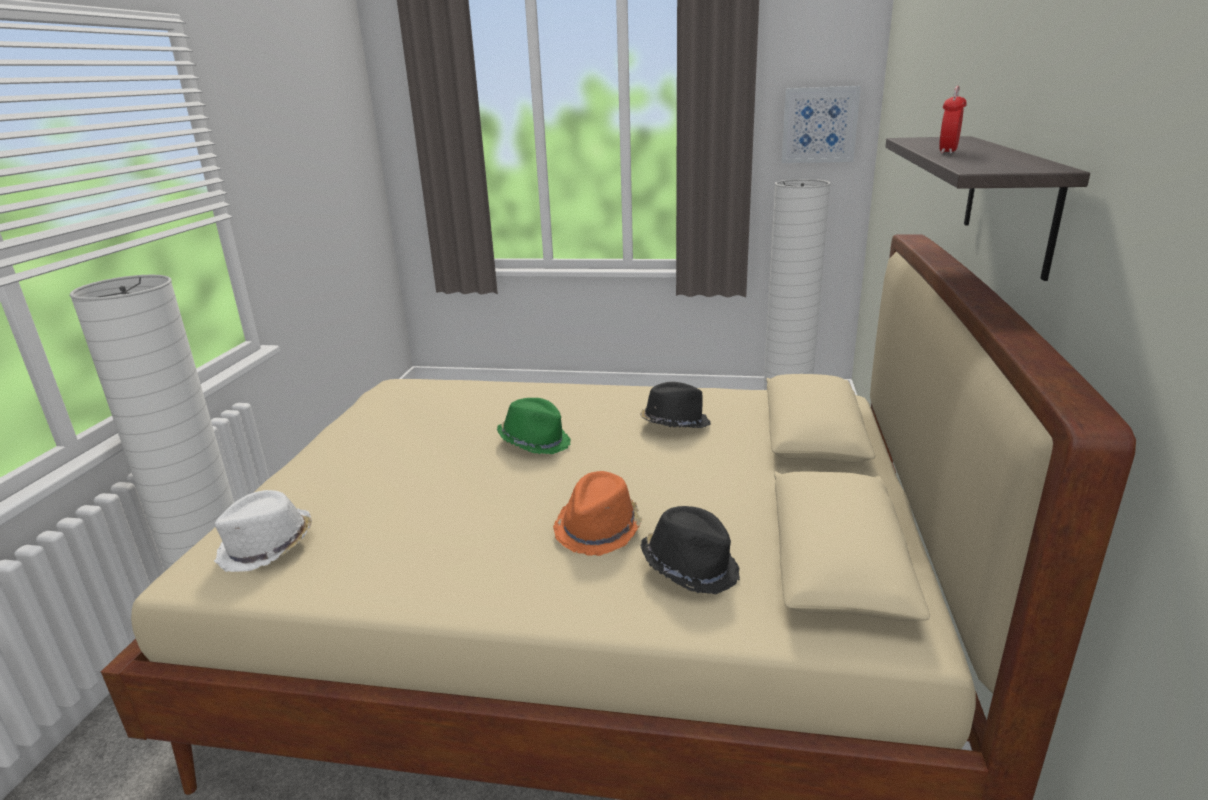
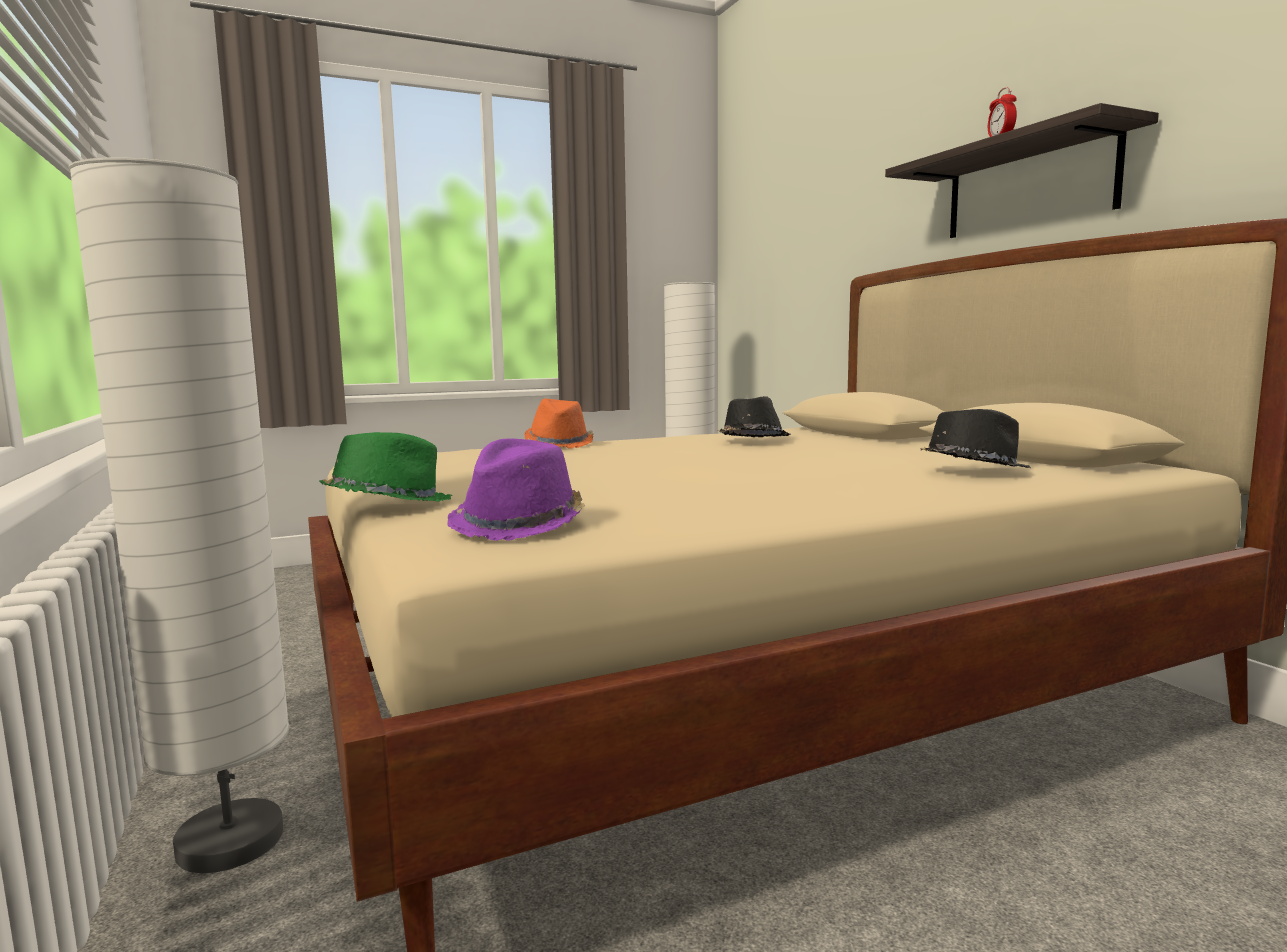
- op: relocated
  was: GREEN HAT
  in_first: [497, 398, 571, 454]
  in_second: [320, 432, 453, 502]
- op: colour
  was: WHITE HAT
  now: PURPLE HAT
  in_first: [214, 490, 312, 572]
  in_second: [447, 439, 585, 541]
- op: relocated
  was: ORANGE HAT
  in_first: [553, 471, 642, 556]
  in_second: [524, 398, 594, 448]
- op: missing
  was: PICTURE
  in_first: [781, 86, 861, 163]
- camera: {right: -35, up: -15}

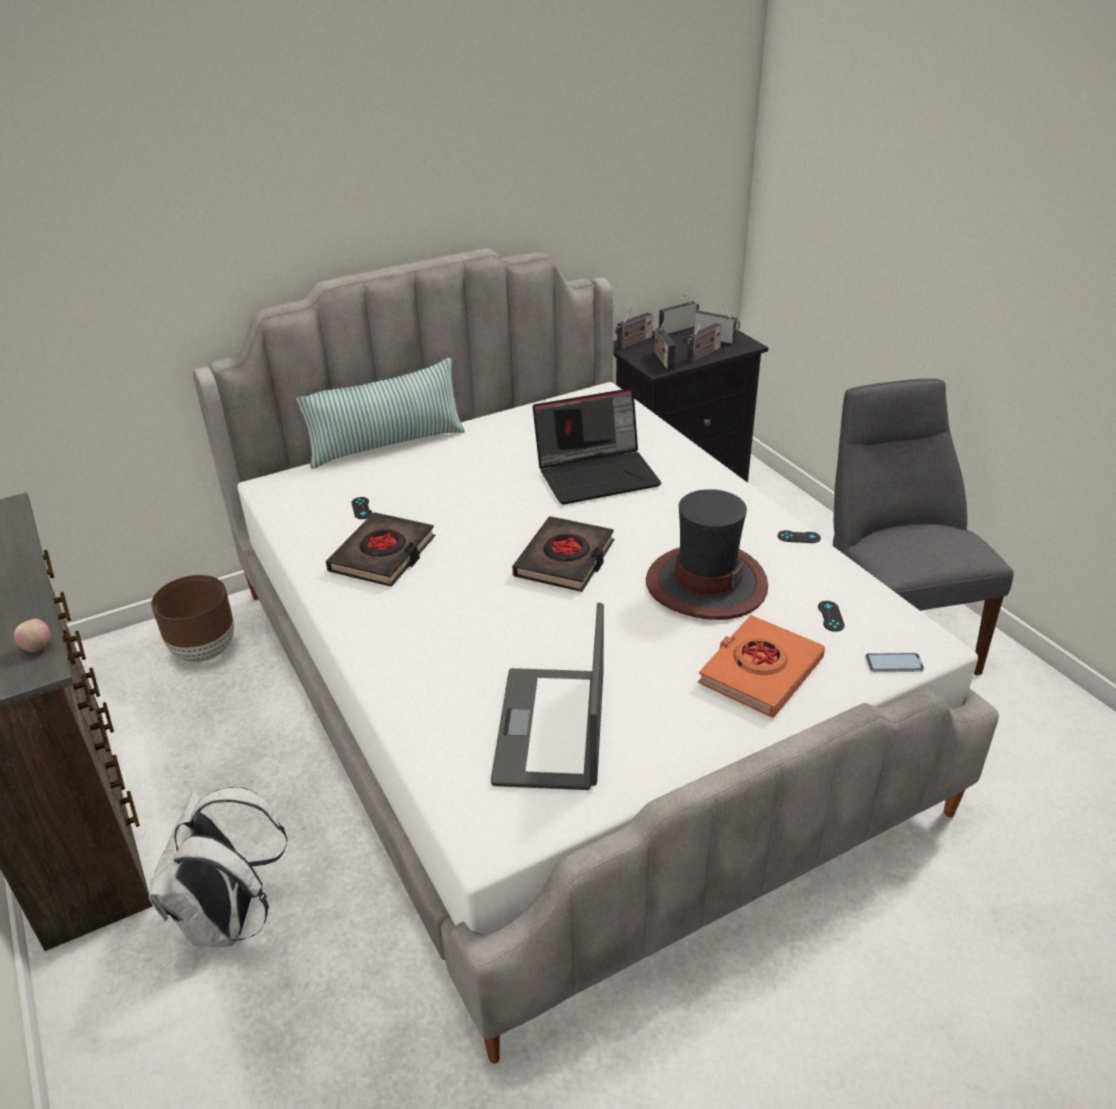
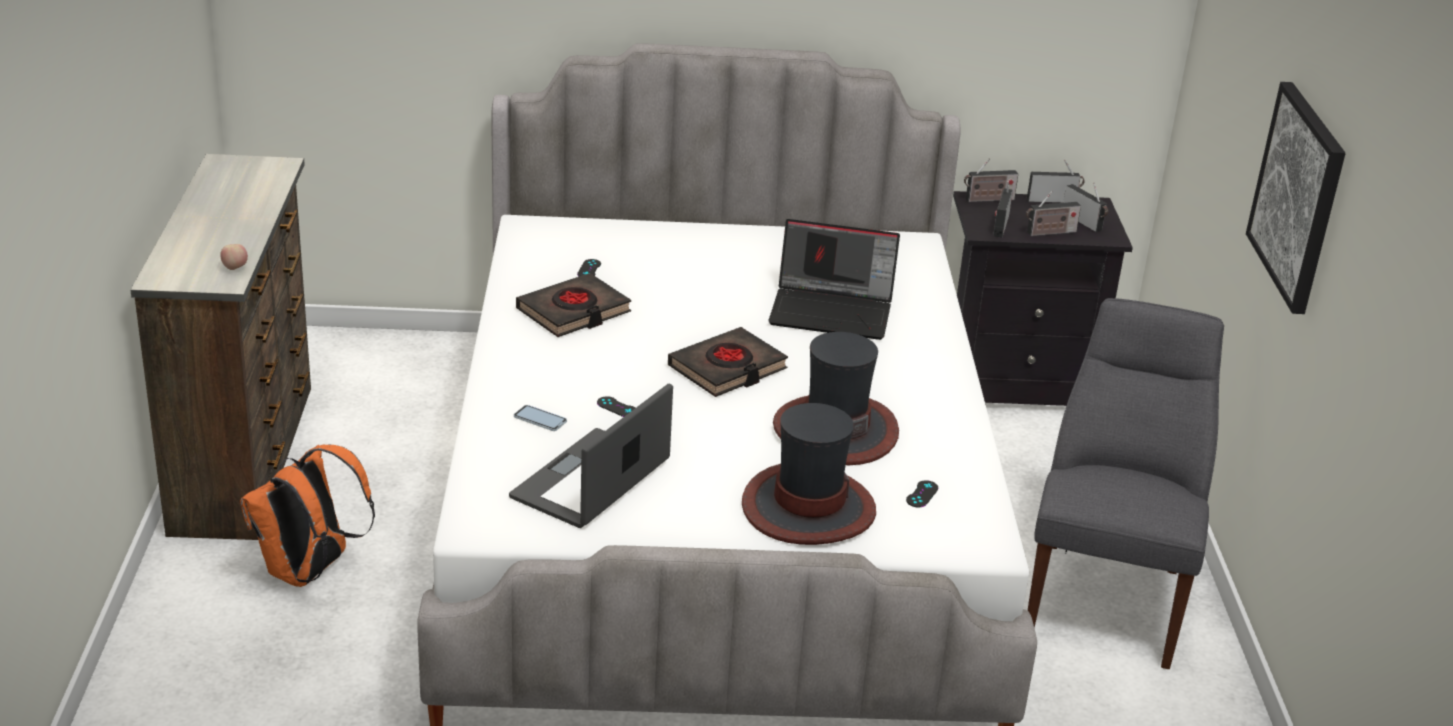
- op: colour
  was: WHITE BACKPACK
  now: ORANGE BACKPACK
  in_first: [149, 787, 288, 947]
  in_second: [240, 445, 375, 587]
- op: relocated
  was: PHONE
  in_first: [865, 653, 924, 672]
  in_second: [514, 405, 567, 431]
- op: relocated
  was: BLACK GAME CONTROLLER
  in_first: [778, 530, 821, 543]
  in_second: [597, 396, 635, 417]
- op: exchanged
  was: ORANGE BOOK
  now: HAT
  in_first: [698, 615, 825, 718]
  in_second: [742, 403, 876, 545]
- op: appeared
  now: PICTURE
  in_second: [1246, 82, 1346, 314]
- op: missing
  was: BROWN PLANTER
  in_first: [151, 575, 234, 662]
- op: missing
  was: PILLOW
  in_first: [296, 358, 465, 469]
- camera: {right: 25, up: -5}

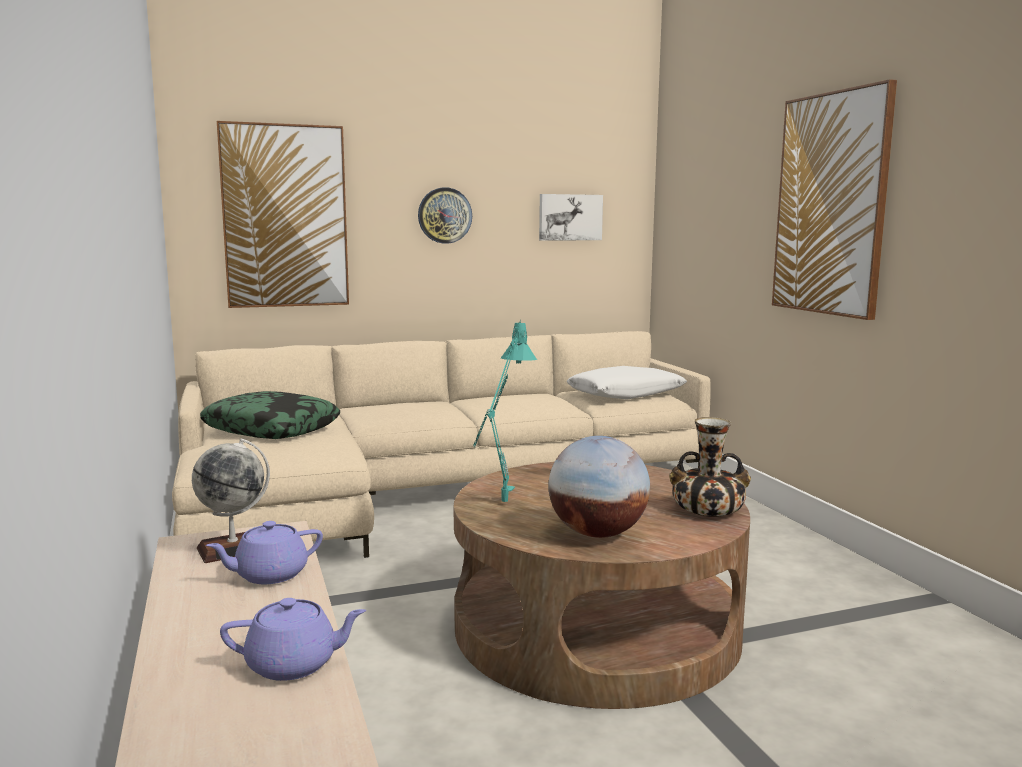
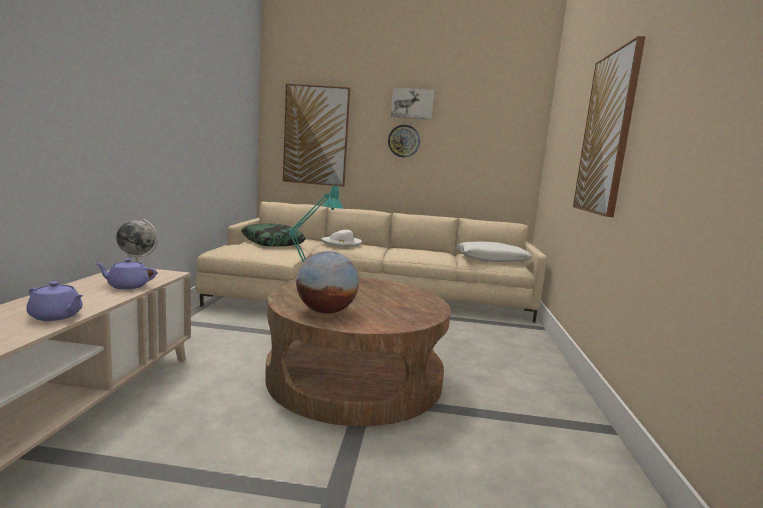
- op: appeared
  now: WHITE HAT
  in_second: [321, 230, 362, 247]
- op: relocated
  was: PICTURE
  in_first: [539, 194, 603, 240]
  in_second: [391, 87, 434, 120]
- op: missing
  was: VASE
  in_first: [669, 417, 751, 517]
- camera: {right: 25, up: 0}

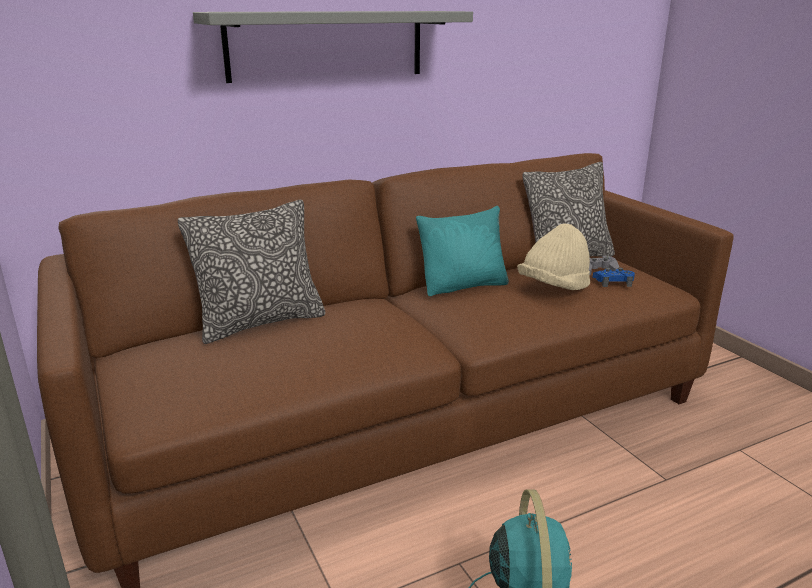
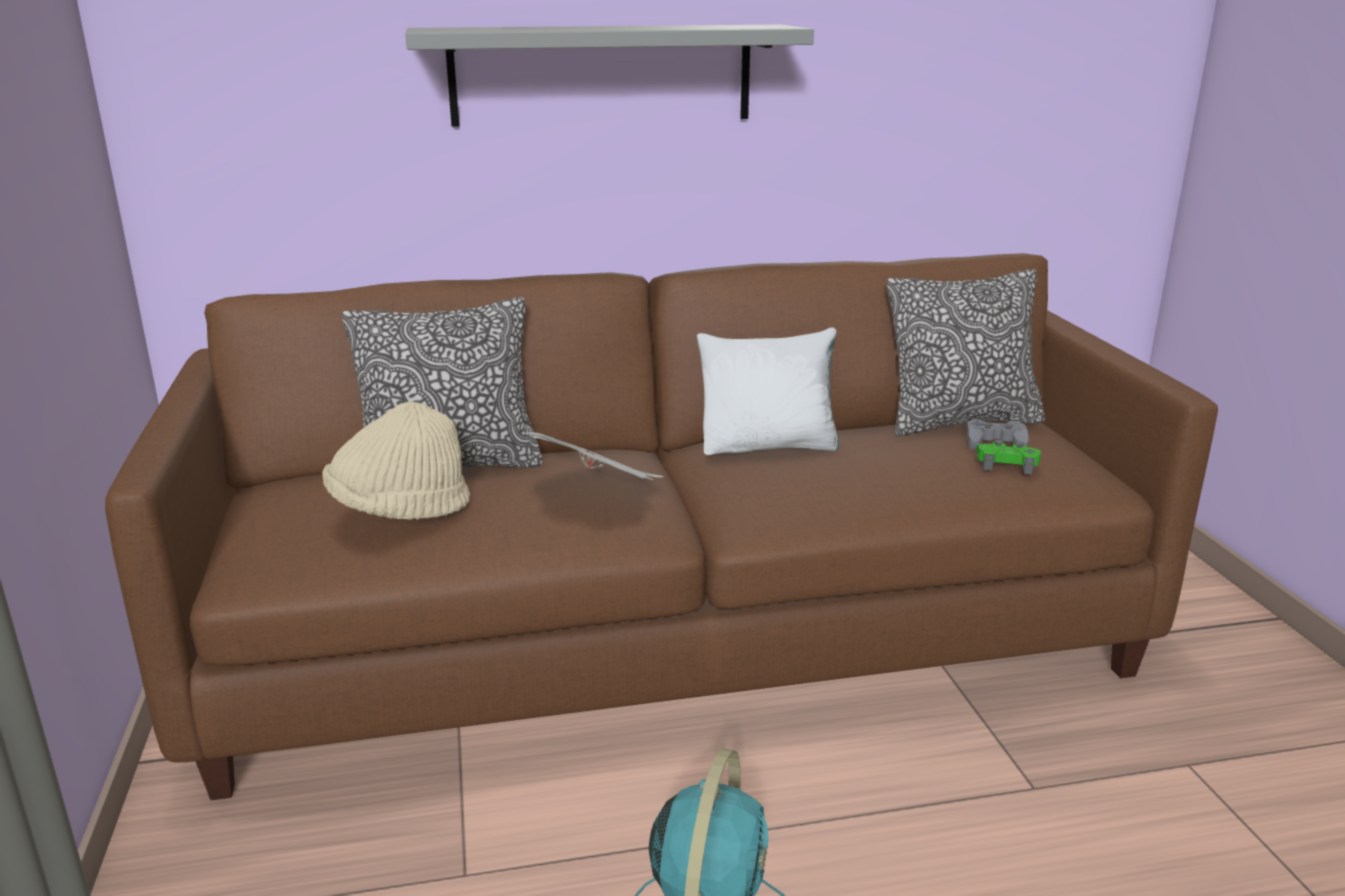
- op: relocated
  was: BEIGE HAT
  in_first: [517, 224, 590, 290]
  in_second: [322, 402, 470, 520]
- op: appeared
  now: NEWSPAPER
  in_second: [524, 432, 664, 480]
- op: colour
  was: TURQUOISE PILLOW
  now: WHITE PILLOW
  in_first: [416, 206, 509, 296]
  in_second: [697, 327, 840, 455]
- op: colour
  was: BLUE GAME CONTROLLER
  now: GREEN GAME CONTROLLER
  in_first: [593, 267, 635, 287]
  in_second: [976, 440, 1041, 474]
- camera: {right: 15, up: 0}

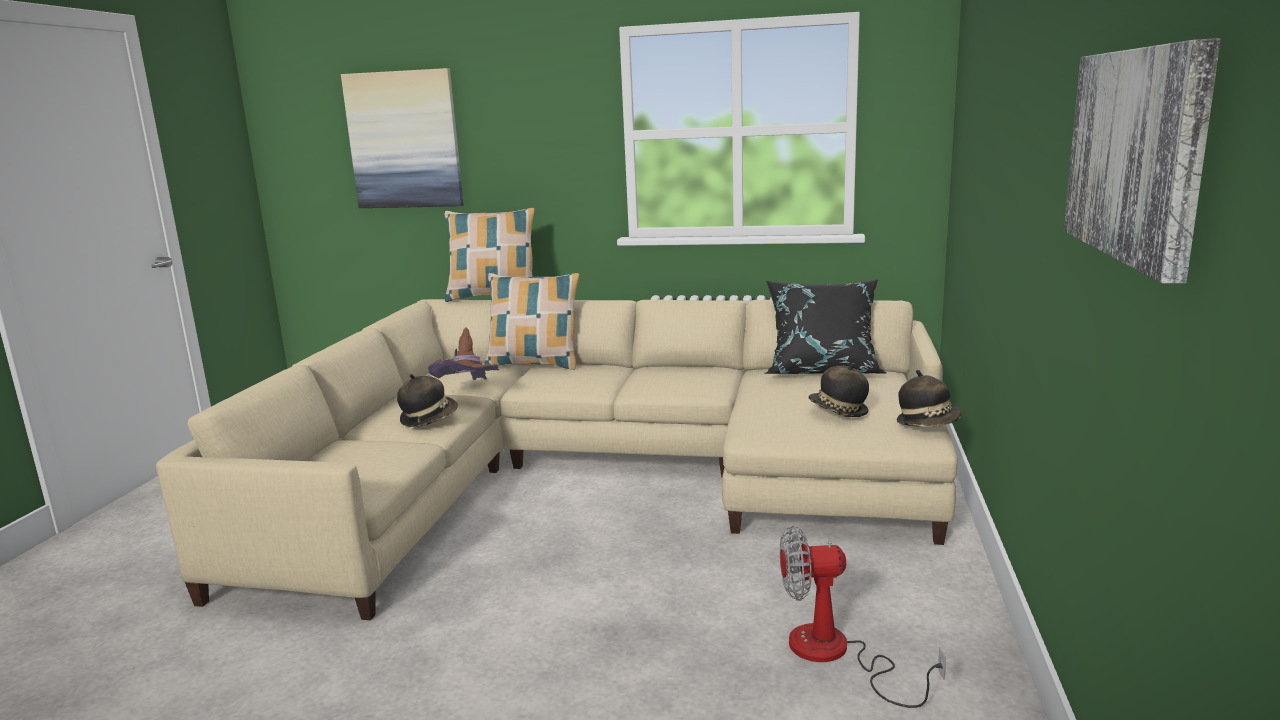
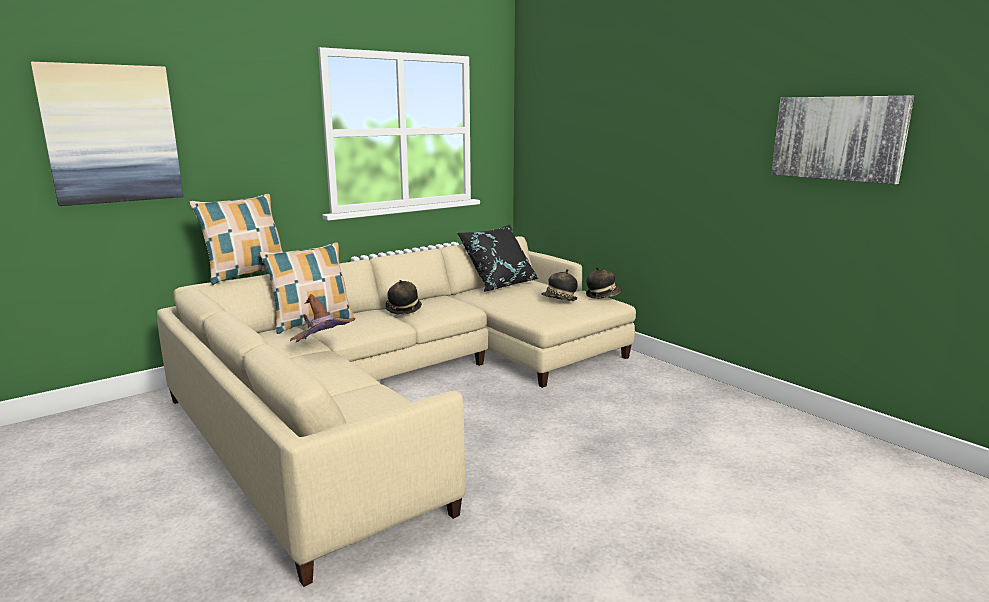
- op: relocated
  was: HAT
  in_first: [397, 374, 458, 427]
  in_second: [385, 280, 422, 315]
- op: missing
  was: FAN
  in_first: [780, 526, 946, 708]
- camera: {right: -50, up: 0}

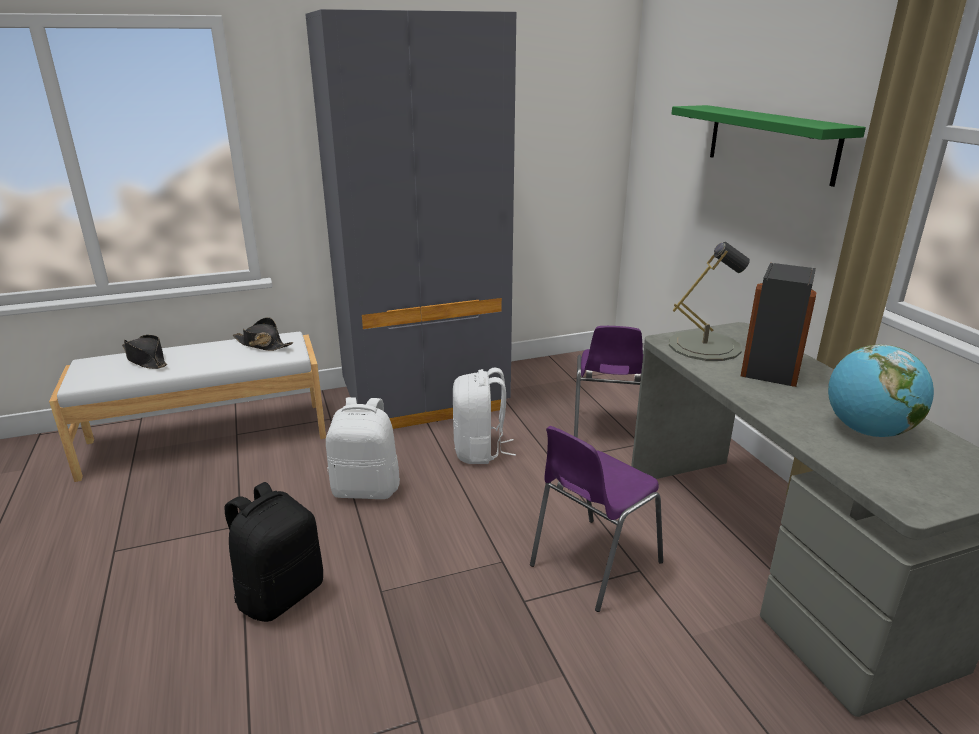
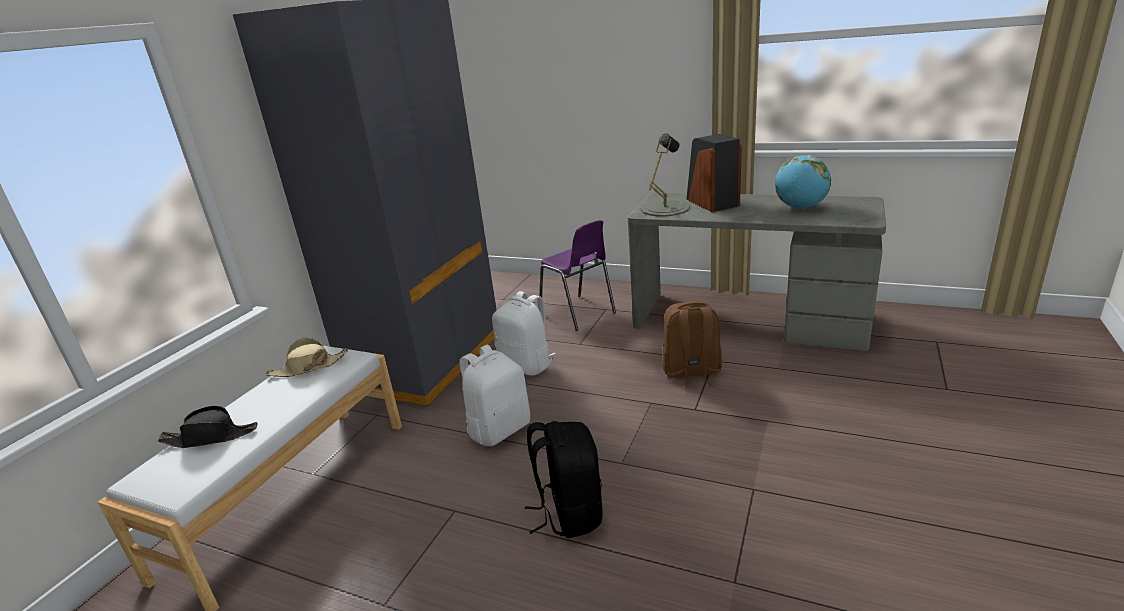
- op: colour
  was: BLACK HAT
  now: BEIGE HAT
  in_first: [233, 317, 293, 351]
  in_second: [266, 338, 348, 377]
- op: exchanged
  was: PURPLE CHAIR
  now: BROWN BACKPACK
  in_first: [530, 426, 663, 612]
  in_second: [662, 301, 722, 389]
- op: missing
  was: GREEN SHELF
  in_first: [672, 105, 866, 187]
- camera: {right: -45, up: 0}

